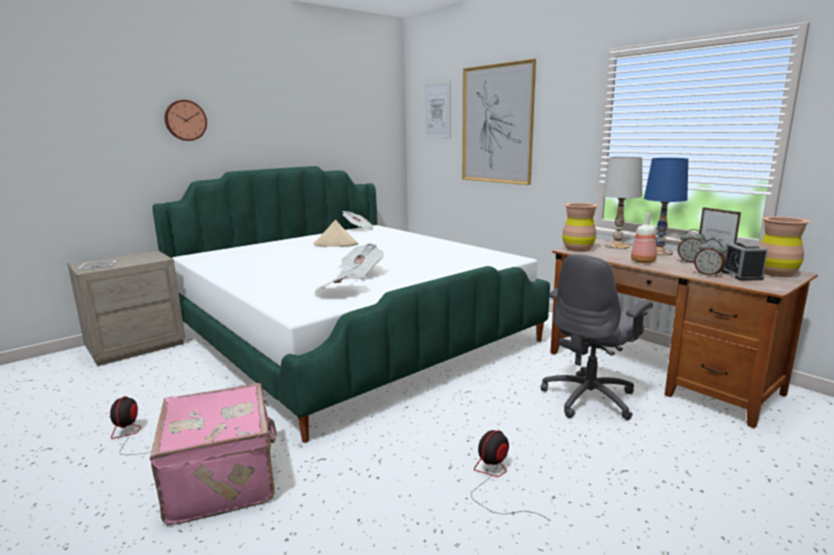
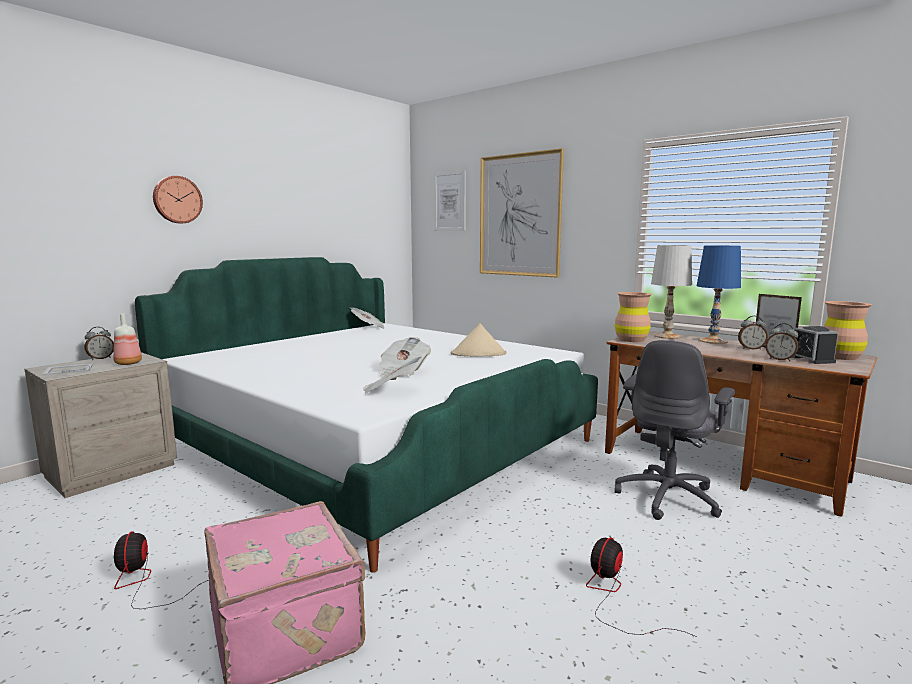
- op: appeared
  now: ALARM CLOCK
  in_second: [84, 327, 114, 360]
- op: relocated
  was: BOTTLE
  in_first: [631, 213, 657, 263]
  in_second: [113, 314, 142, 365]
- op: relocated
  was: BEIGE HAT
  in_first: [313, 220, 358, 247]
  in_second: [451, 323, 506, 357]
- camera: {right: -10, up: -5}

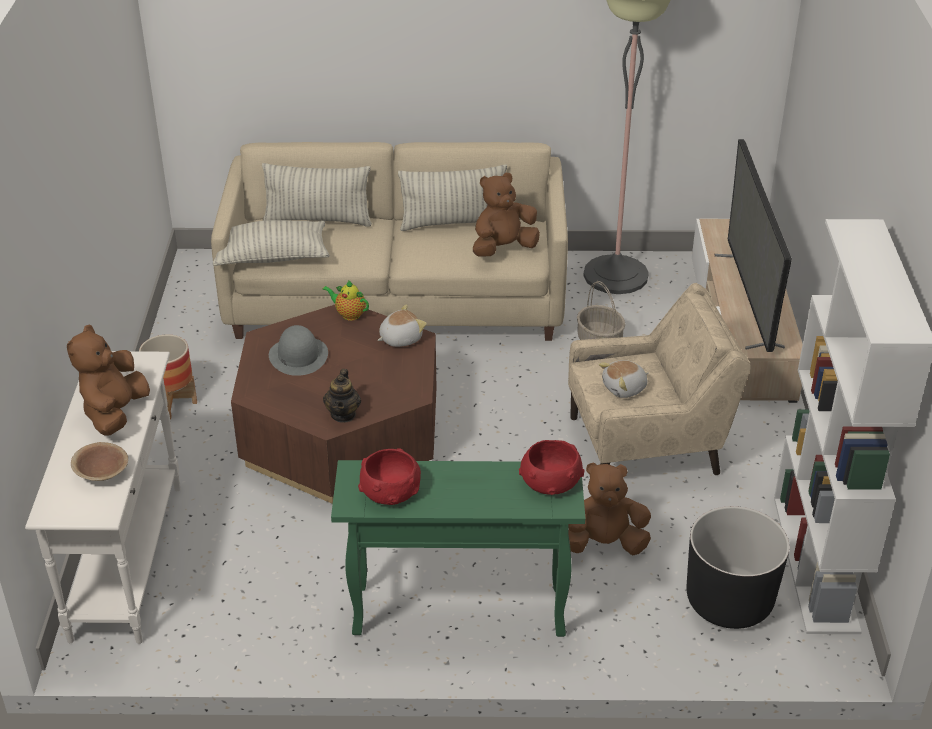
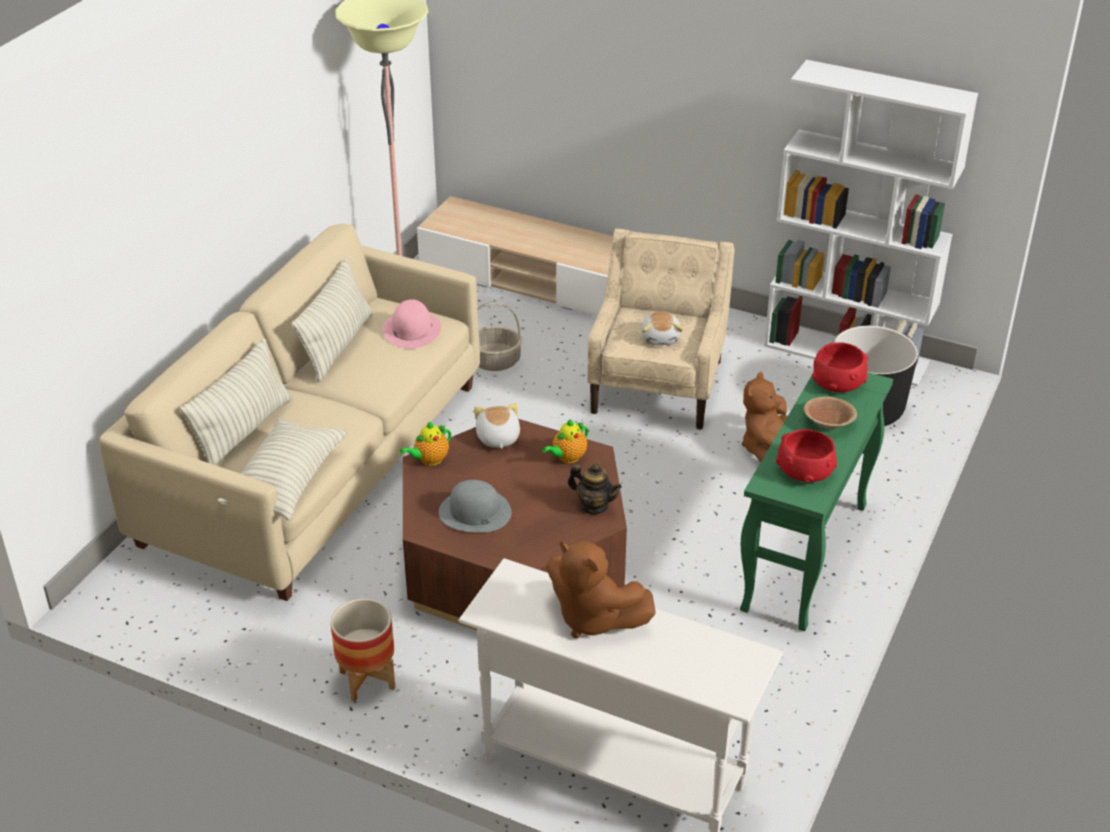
- op: exchanged
  was: BROWN PLUSH TOY
  now: PINK HAT
  in_first: [473, 173, 540, 257]
  in_second: [382, 299, 442, 349]
- op: appeared
  now: TEAPOT
  in_second: [542, 419, 588, 463]
- op: relocated
  was: BROWN BOWL
  in_first: [71, 442, 128, 481]
  in_second: [804, 396, 857, 429]
- op: missing
  was: TELEVISION
  in_first: [715, 139, 792, 352]
- camera: {right: -65, up: 0}

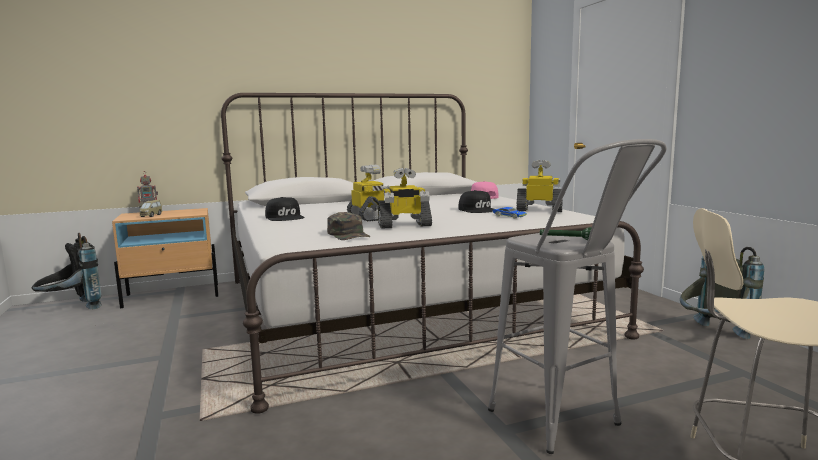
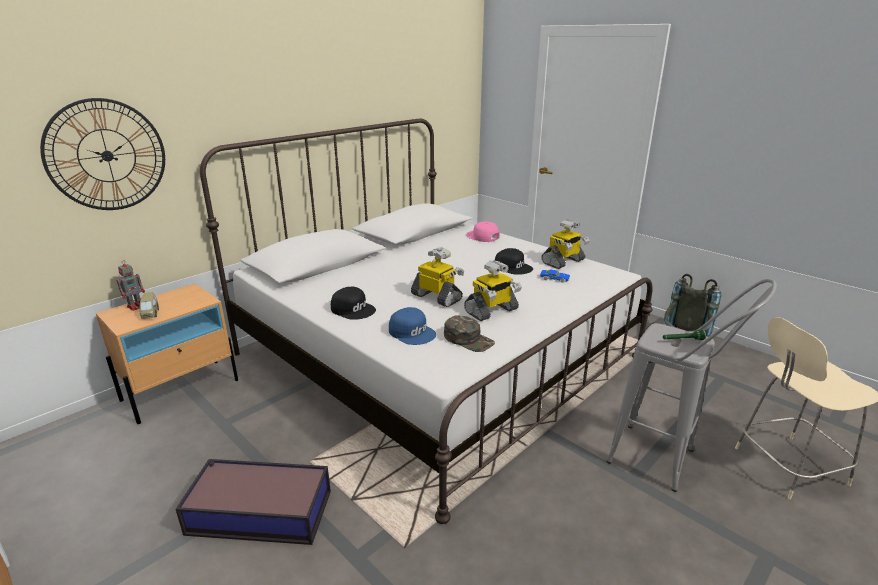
- op: appeared
  now: WALL CLOCK
  in_second: [40, 98, 165, 210]
- op: appeared
  now: STORAGE BOX
  in_second: [176, 459, 331, 545]
- op: appeared
  now: BLUE CAP
  in_second: [389, 307, 436, 345]
- op: spun
  was: TOY ROBOT
  in_first: [516, 160, 563, 212]
  in_second: [541, 219, 590, 269]
  clockwise: 150
- op: missing
  was: BLACK BACKPACK
  in_first: [32, 233, 102, 309]
- camera: {right: -25, up: 15}

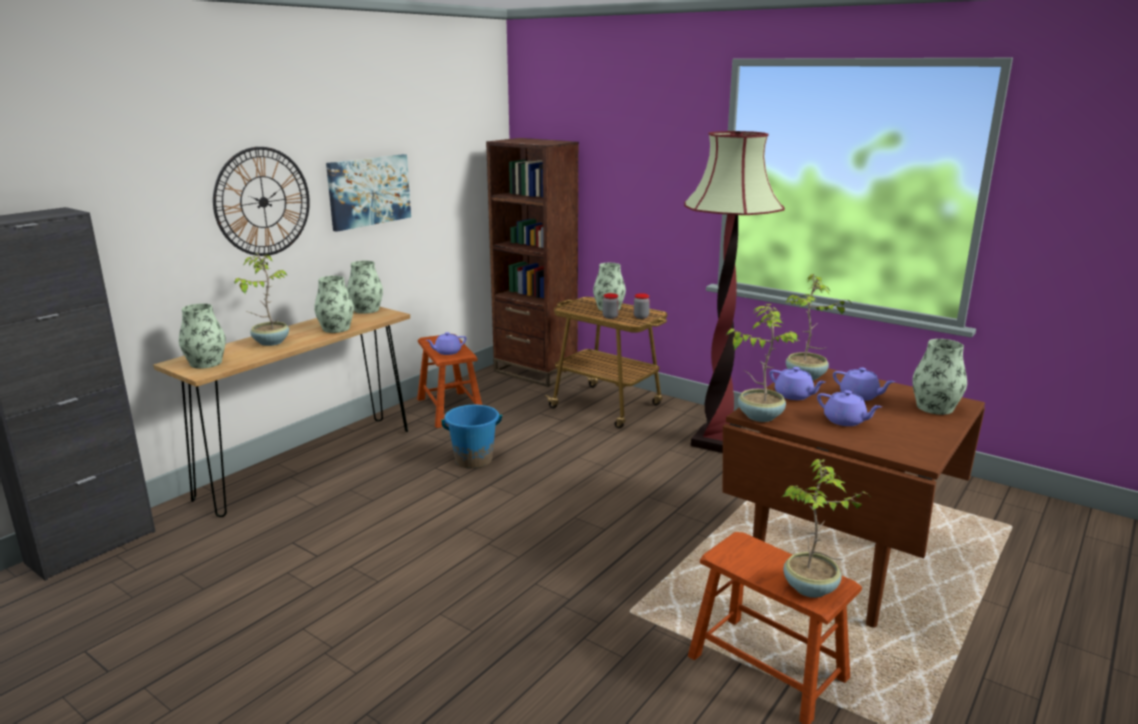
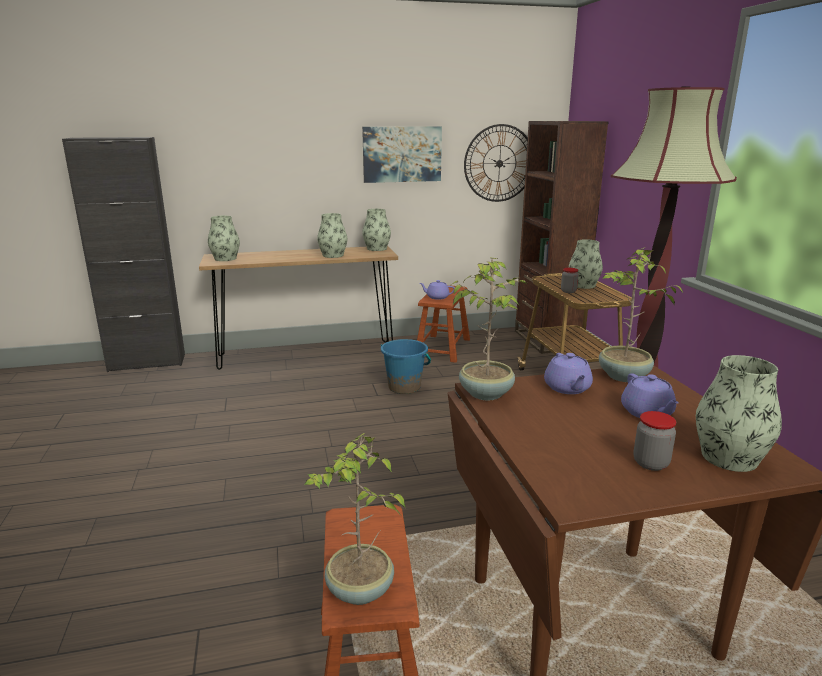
- op: relocated
  was: WALL CLOCK
  in_first: [213, 147, 310, 256]
  in_second: [464, 124, 528, 202]
- op: relocated
  was: JAR
  in_first: [633, 293, 650, 319]
  in_second: [633, 411, 676, 471]
- op: missing
  was: POTTED PLANT
  in_first: [234, 253, 289, 346]
- op: missing
  was: PURPLE TEAPOT
  in_first: [817, 390, 882, 426]
- camera: {right: 40, up: 0}

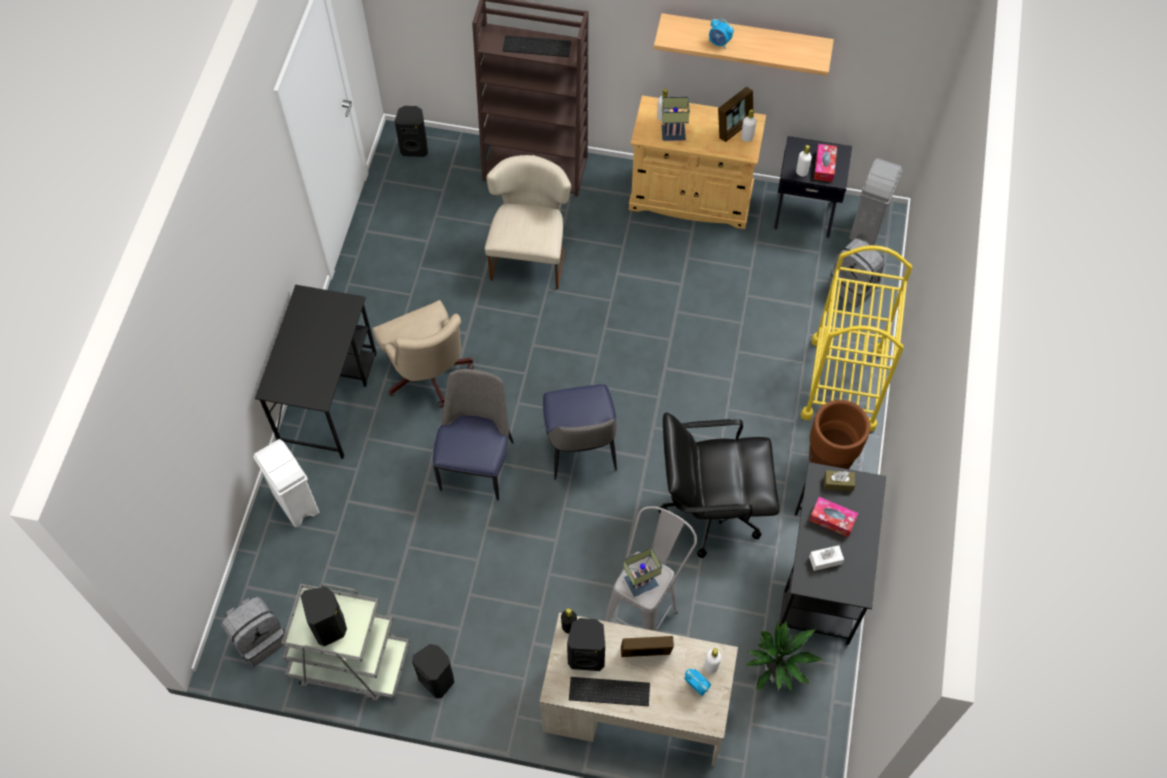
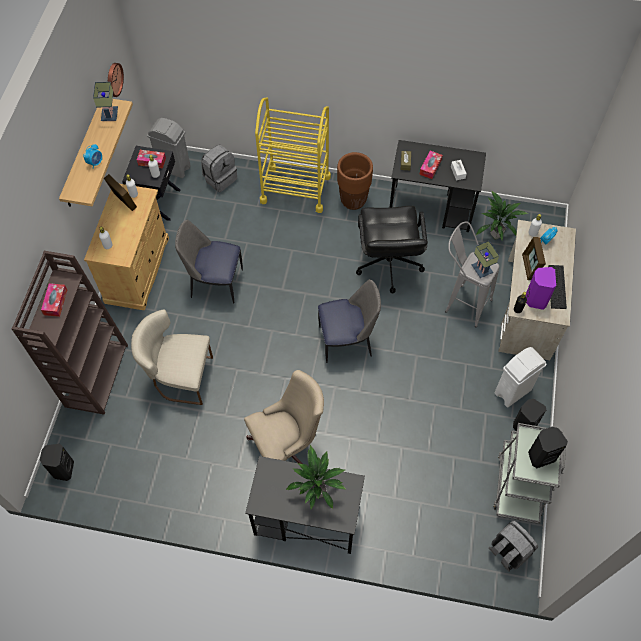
- op: exchanged
  was: KEYBOARD
  now: TISSUE BOX
  in_first: [503, 35, 571, 57]
  in_second: [41, 283, 67, 317]
- op: relocated
  was: TABLE LAMP
  in_first: [661, 97, 690, 141]
  in_second: [93, 82, 118, 121]
- op: appeared
  now: WALL CLOCK
  in_second: [108, 63, 124, 97]
- op: relocated
  was: CHAIR
  in_first: [432, 369, 514, 500]
  in_second: [175, 220, 243, 304]
- op: appeared
  now: POTTED PLANT
  in_second: [286, 444, 347, 509]
- op: relocated
  was: WHITE TRASH CAN
  in_first: [253, 439, 319, 527]
  in_second: [494, 347, 547, 408]
- op: colour
  was: BLACK SPEAKER
  now: PURPLE SPEAKER
  in_first: [567, 618, 605, 671]
  in_second: [526, 267, 556, 310]
- camera: {right: -90, up: 0}

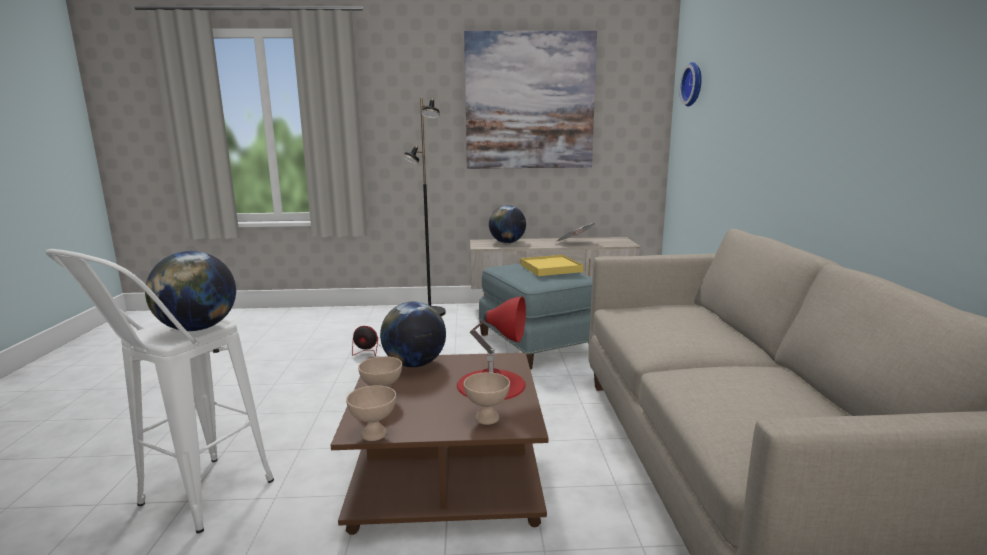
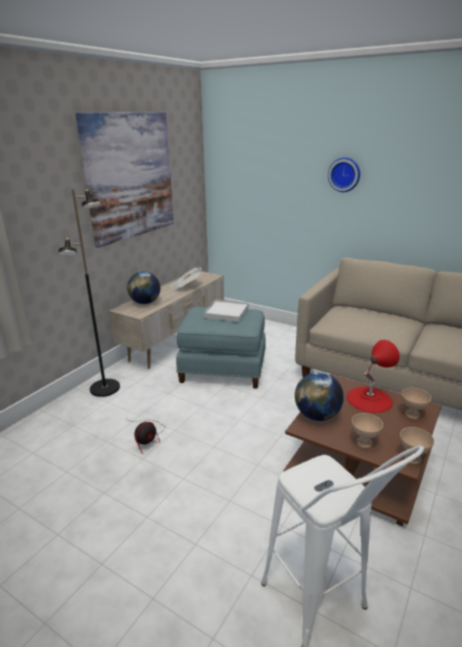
- op: colour
  was: YELLOW TRAY
  now: WHITE TRAY
  in_first: [521, 255, 583, 276]
  in_second: [204, 300, 249, 322]
- op: relocated
  was: WALL CLOCK
  in_first: [679, 62, 702, 107]
  in_second: [328, 157, 360, 192]
- op: missing
  was: GLOBE
  in_first: [145, 251, 236, 331]
- camera: {right: -55, up: 10}

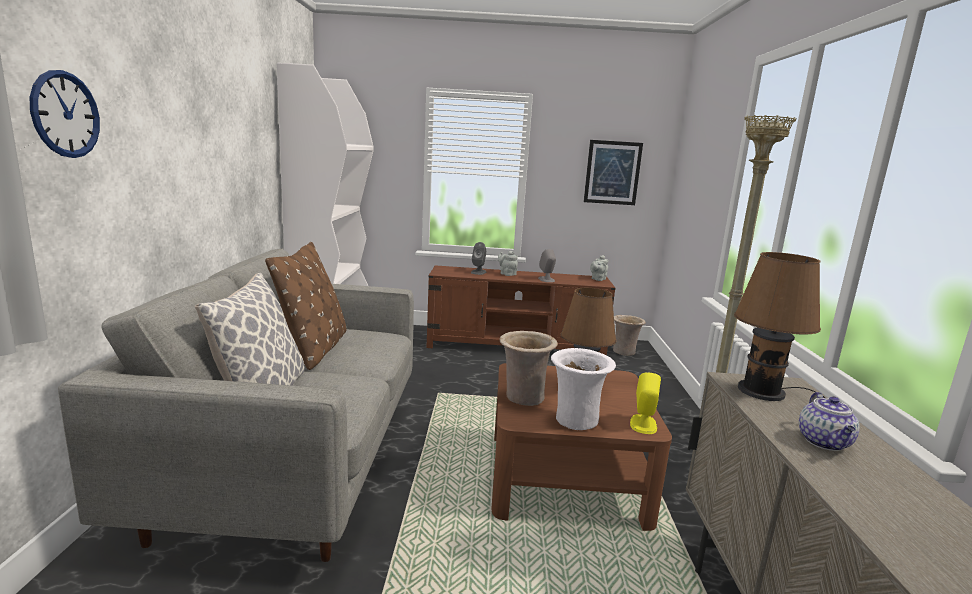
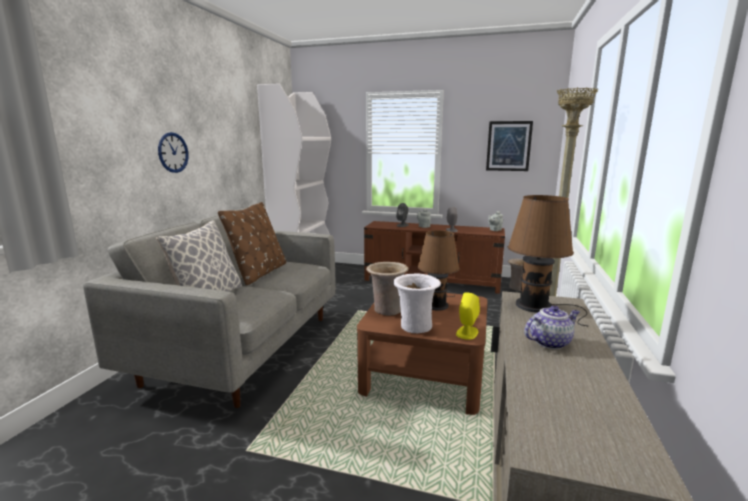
- op: relocated
  was: WALL CLOCK
  in_first: [30, 70, 100, 158]
  in_second: [158, 132, 189, 173]
- op: spun
  was: TEAPOT
  in_first: [799, 392, 860, 451]
  in_second: [524, 306, 579, 349]
  clockwise: -135
- camera: {right: 15, up: 0}

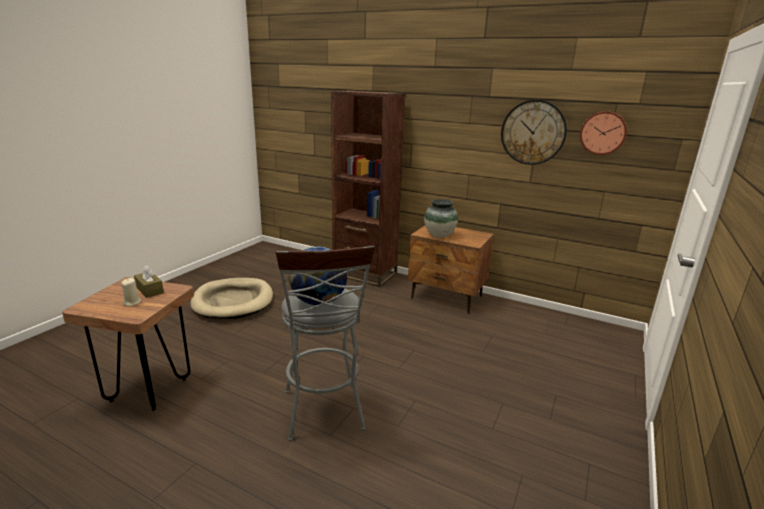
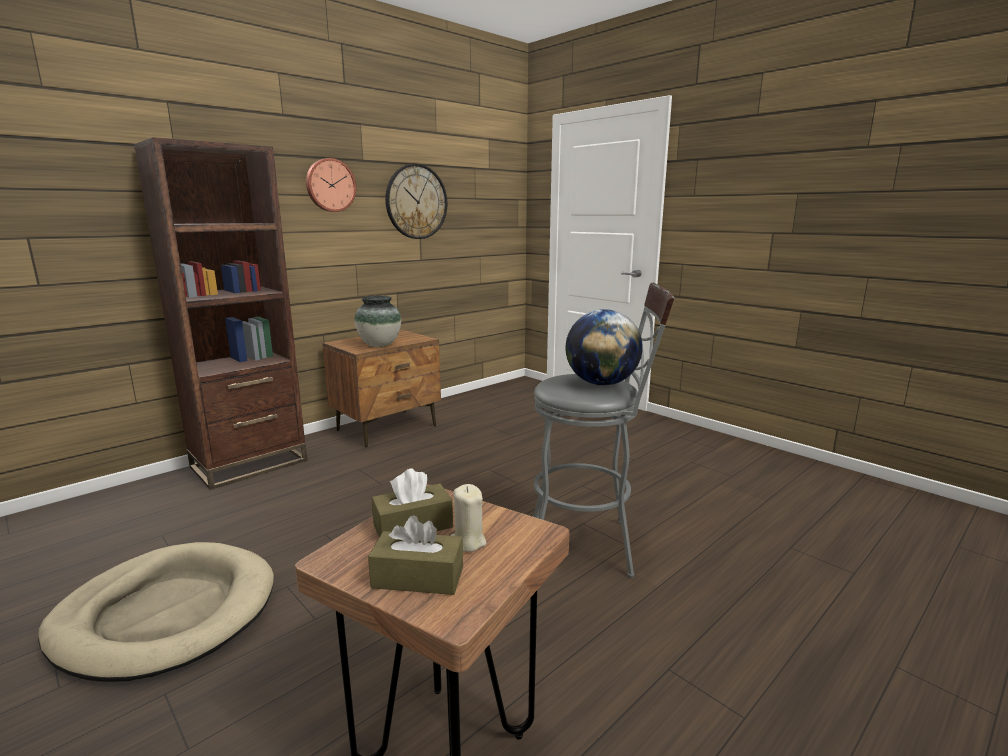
- op: relocated
  was: WALL CLOCK
  in_first: [580, 111, 627, 155]
  in_second: [306, 158, 356, 212]
- op: appeared
  now: BROWN TISSUE BOX
  in_second: [368, 515, 463, 595]
- camera: {right: -70, up: -5}

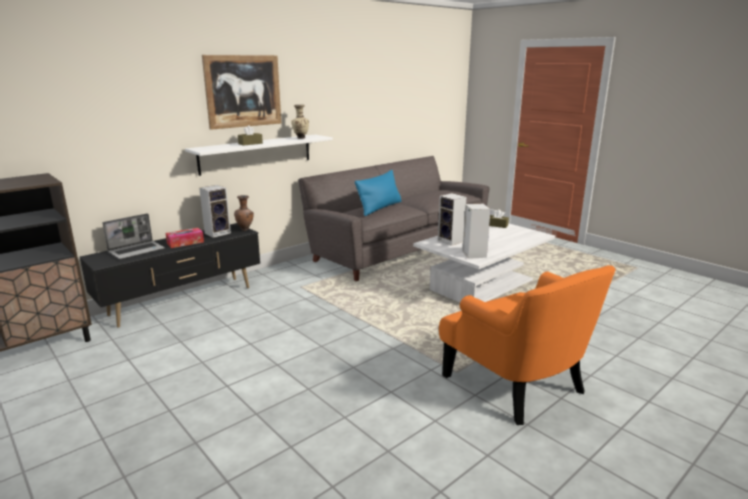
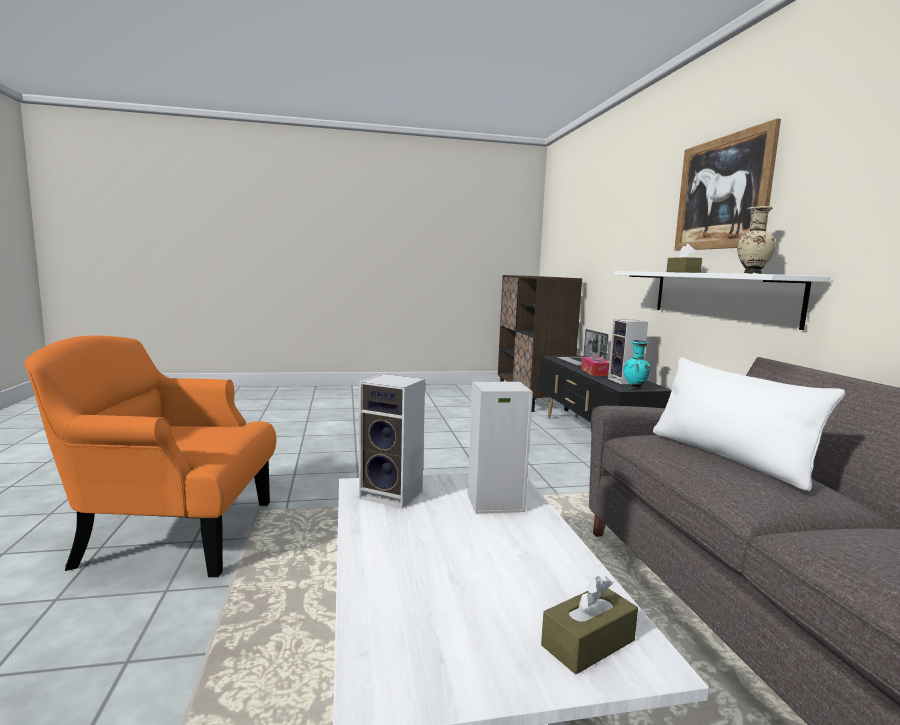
- op: colour
  was: BROWN VASE
  now: TURQUOISE VASE
  in_first: [234, 195, 254, 231]
  in_second: [623, 340, 650, 390]
- op: colour
  was: BLUE PILLOW
  now: WHITE PILLOW
  in_first: [355, 170, 401, 216]
  in_second: [653, 357, 845, 492]
- camera: {right: 120, up: -10}

